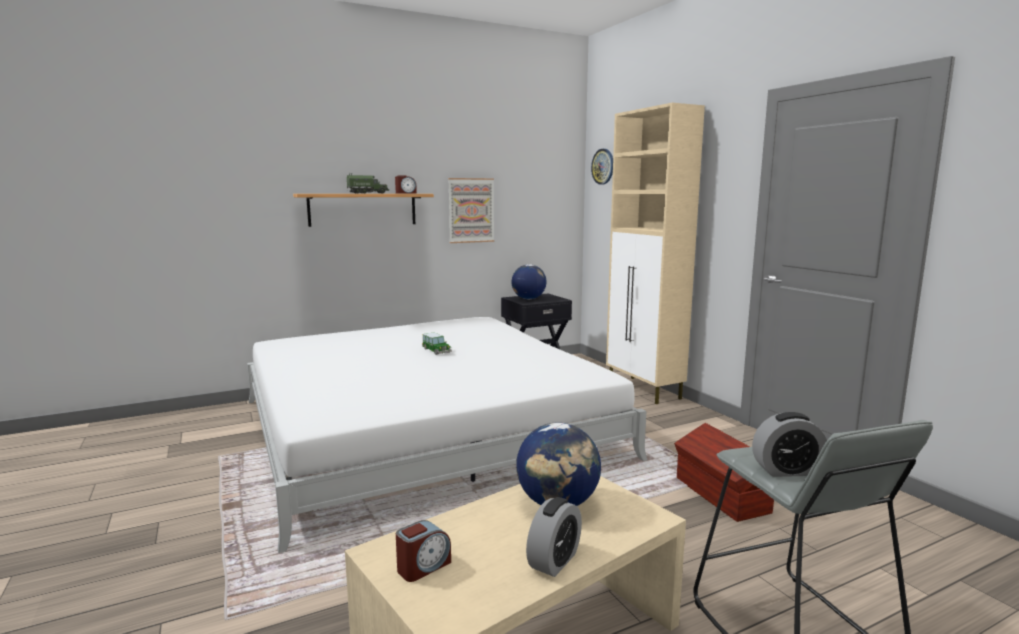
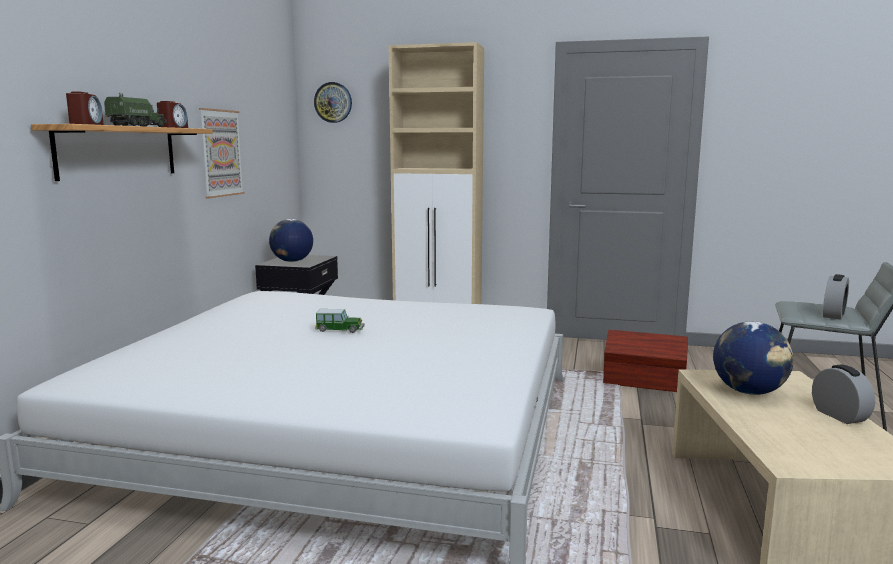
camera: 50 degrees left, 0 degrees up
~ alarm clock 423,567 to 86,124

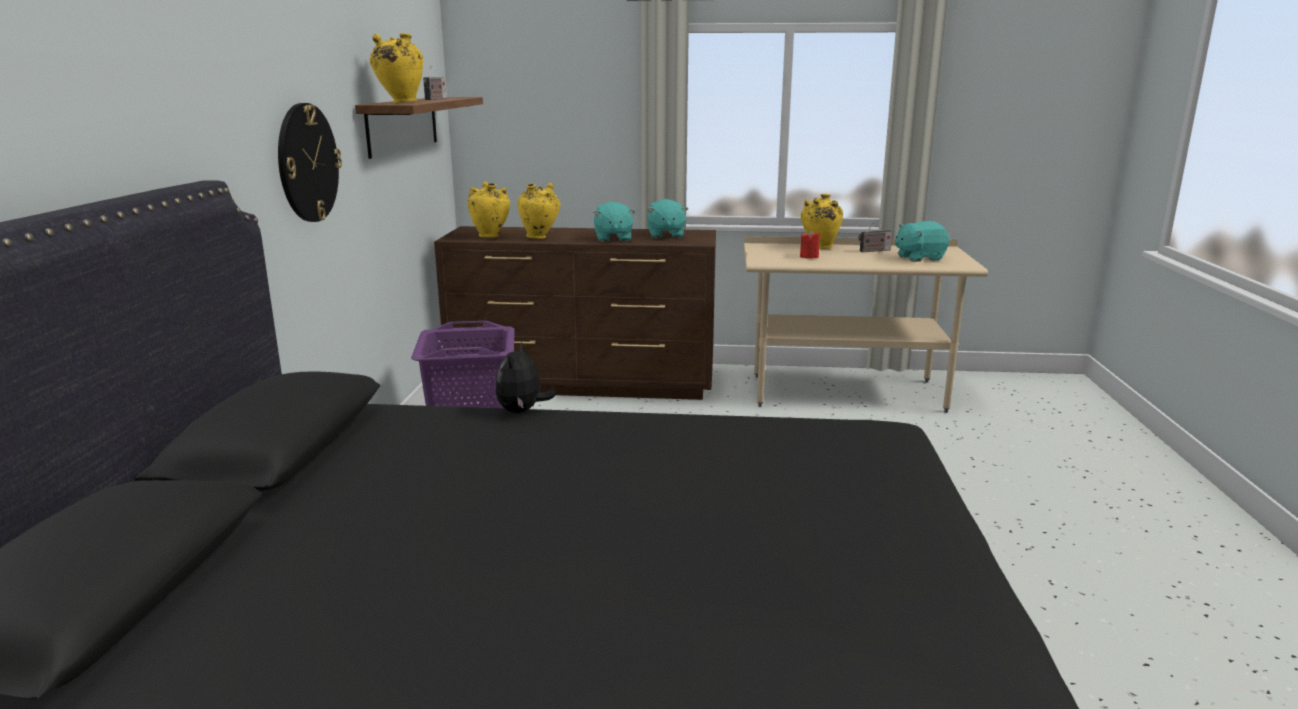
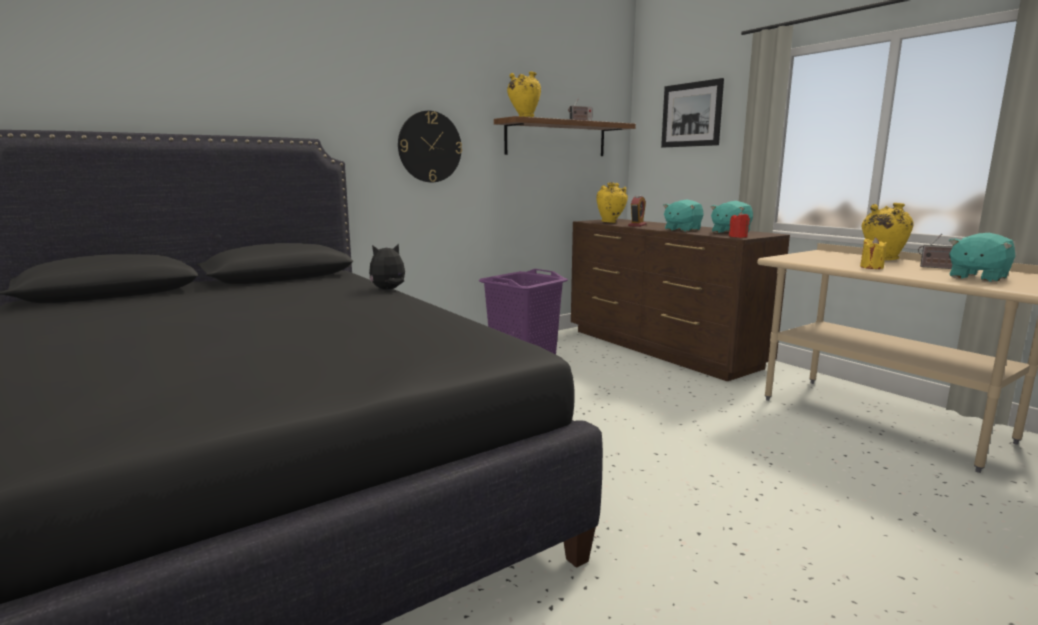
camera: 50 degrees right, 5 degrees down
+ picture 691,114
+ yellow candle 871,267
~ red candle 809,257 to 738,237
~ yellow vase 539,237 to alarm clock 637,225
~ turquoise plush toy 919,258 = 977,277 75 degrees counterclockwise

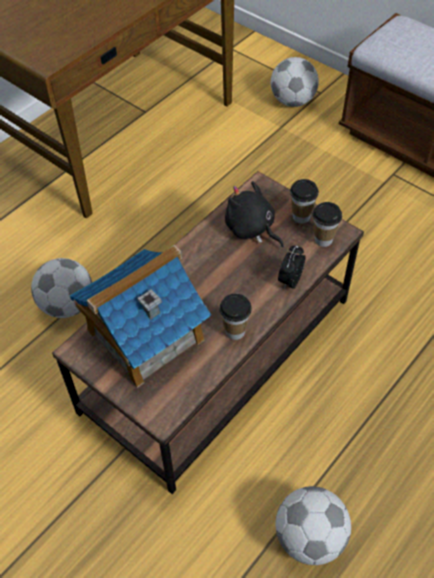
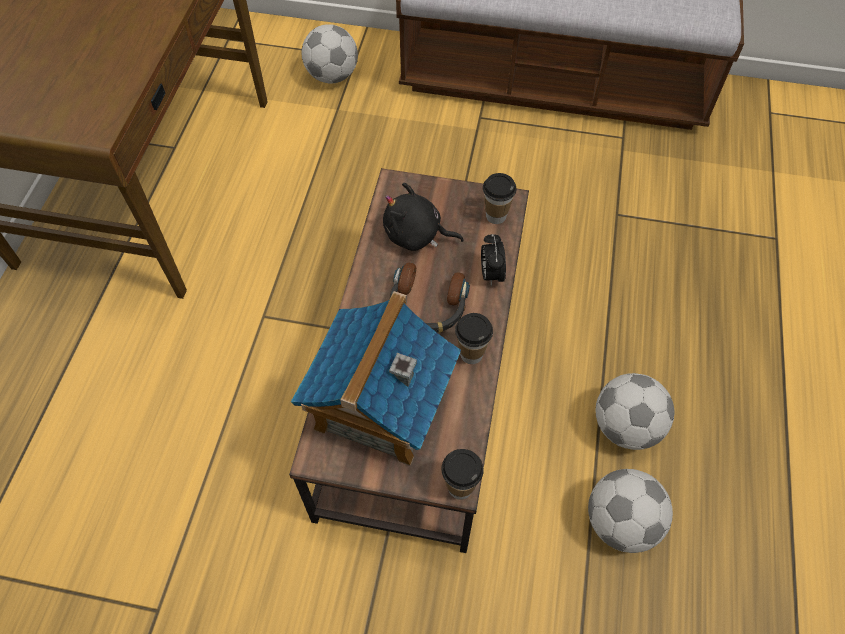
camera: 30 degrees left, 5 degrees up
+ headphones 427,305
~ football 67,305 to 626,427
~ cup 301,217 to 460,487

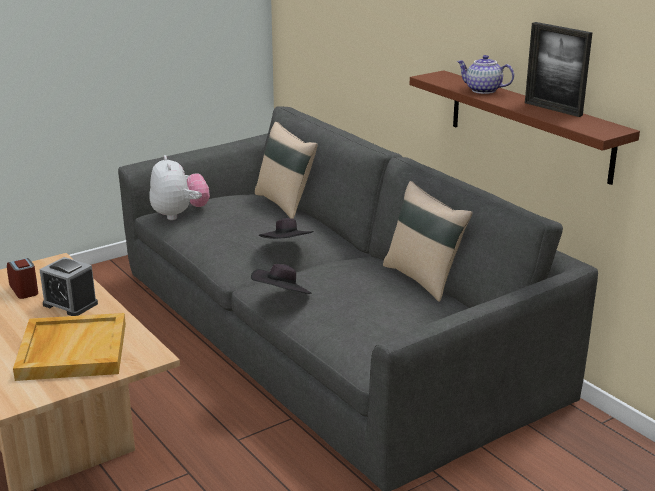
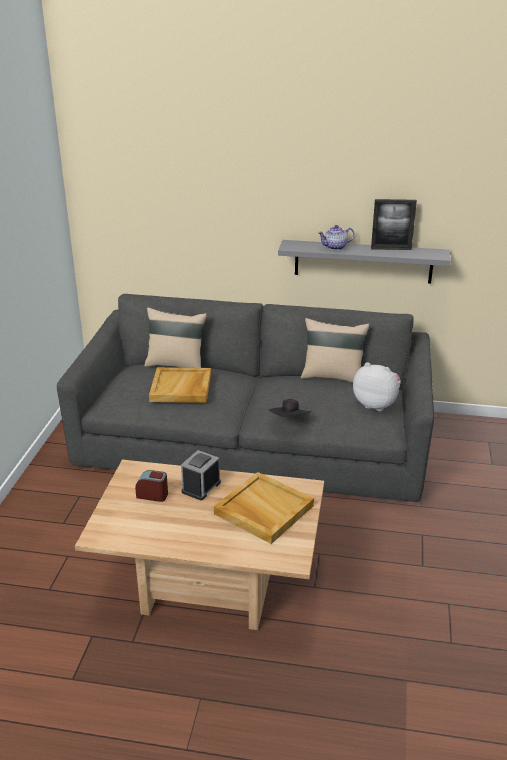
camera: 45 degrees left, 5 degrees up
- black hat 287,248
+ beige tray 181,388
~ plush toy 179,214 to 376,404
~ brown shelf 529,125 to grey shelf 363,261
~ alarm clock 70,304 = 201,487 135 degrees clockwise

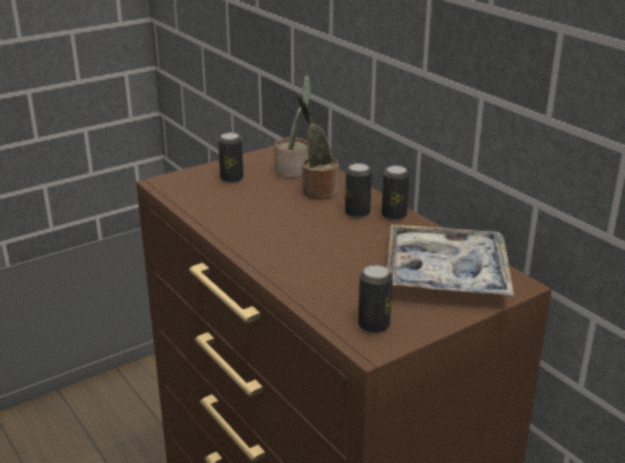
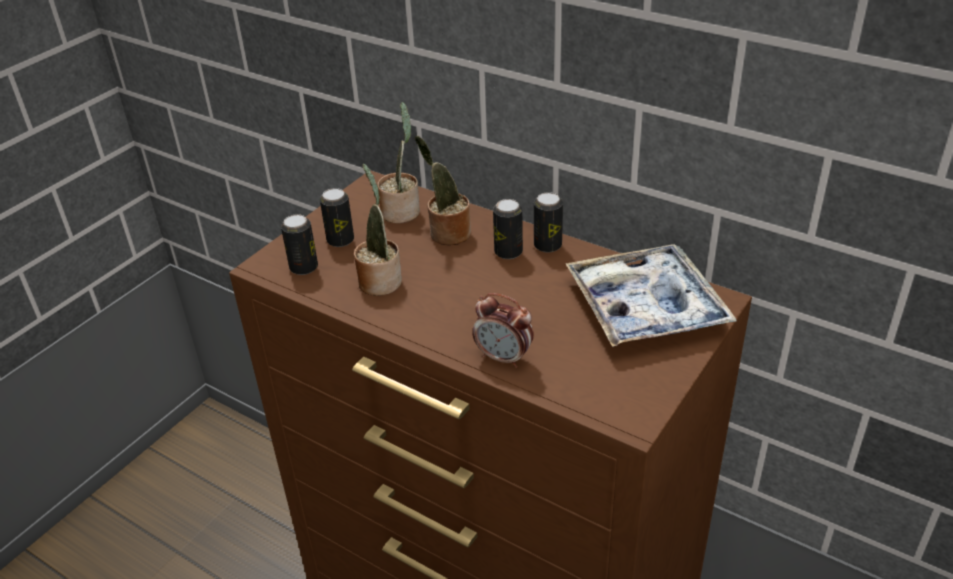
camera: 20 degrees left, 10 degrees up
+ potted plant 380,280
+ alarm clock 504,358
~ can 374,325 to 304,267

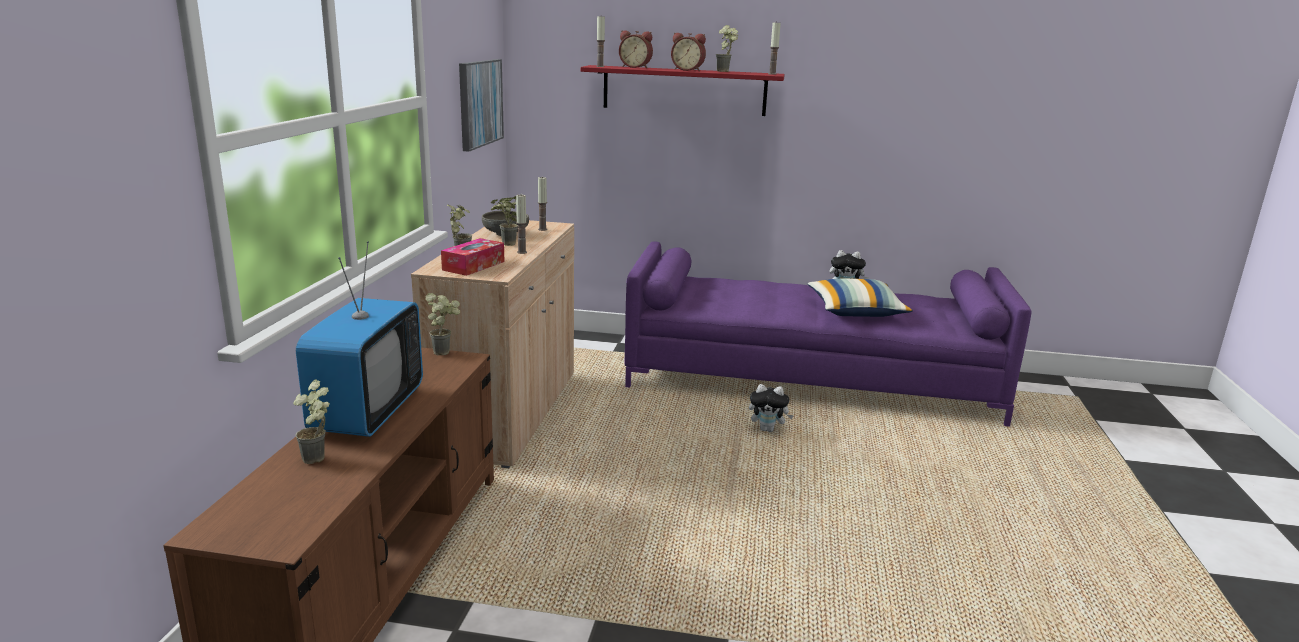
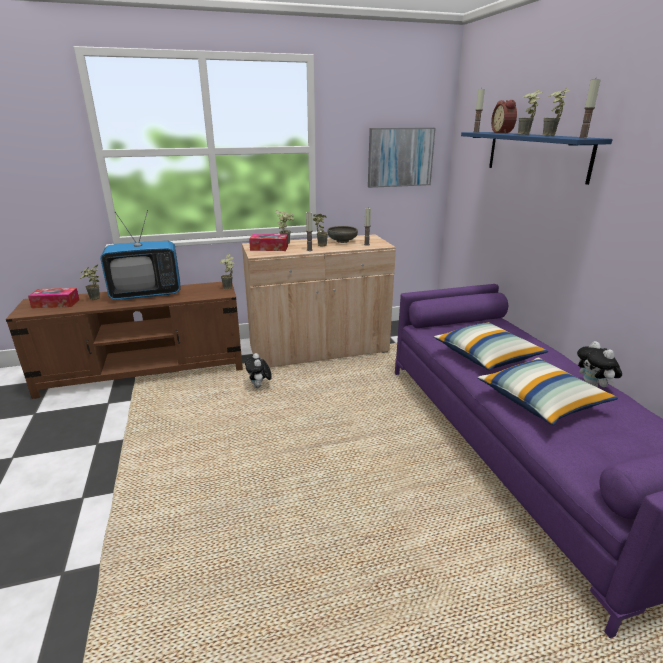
camera: 65 degrees right, 5 degrees up
+ tissue box 56,303
+ pillow 487,357
~ plush toy 768,429 to 259,387
~ alarm clock 688,70 to potted plant 526,134
~ red shelf 684,90 to blue shelf 536,155

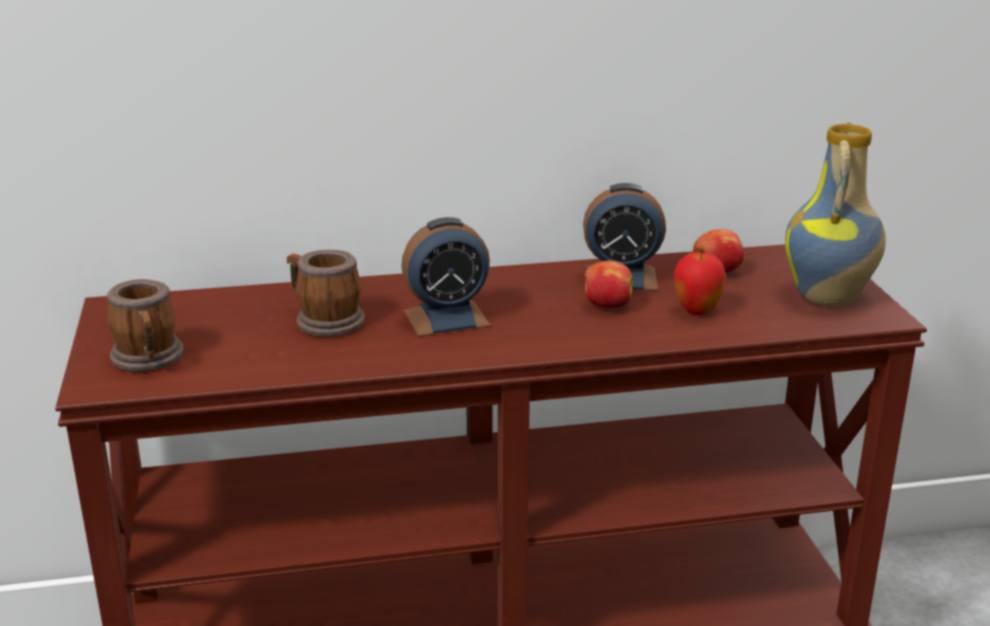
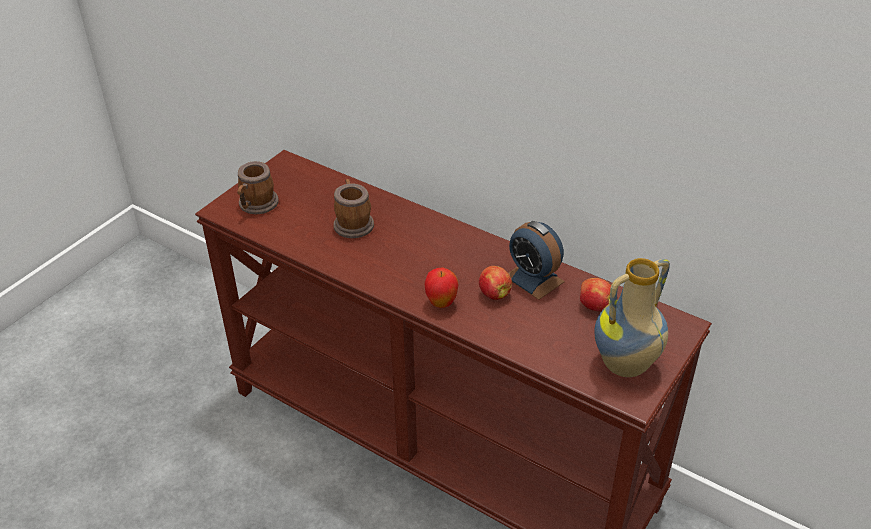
camera: 45 degrees right, 15 degrees up
- alarm clock 446,318
~ apple 696,311 to 441,303

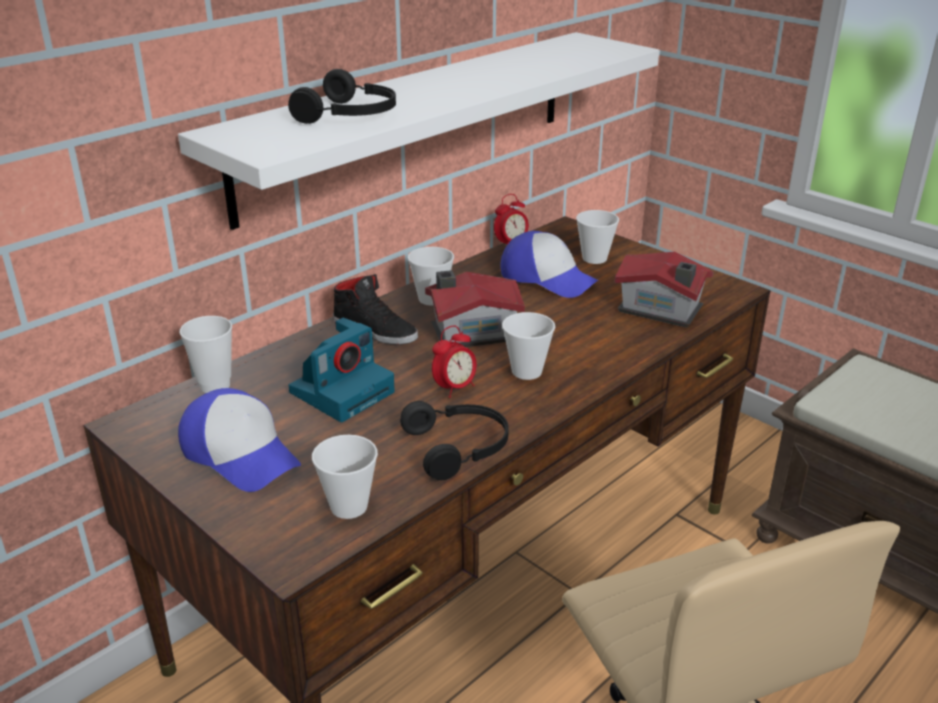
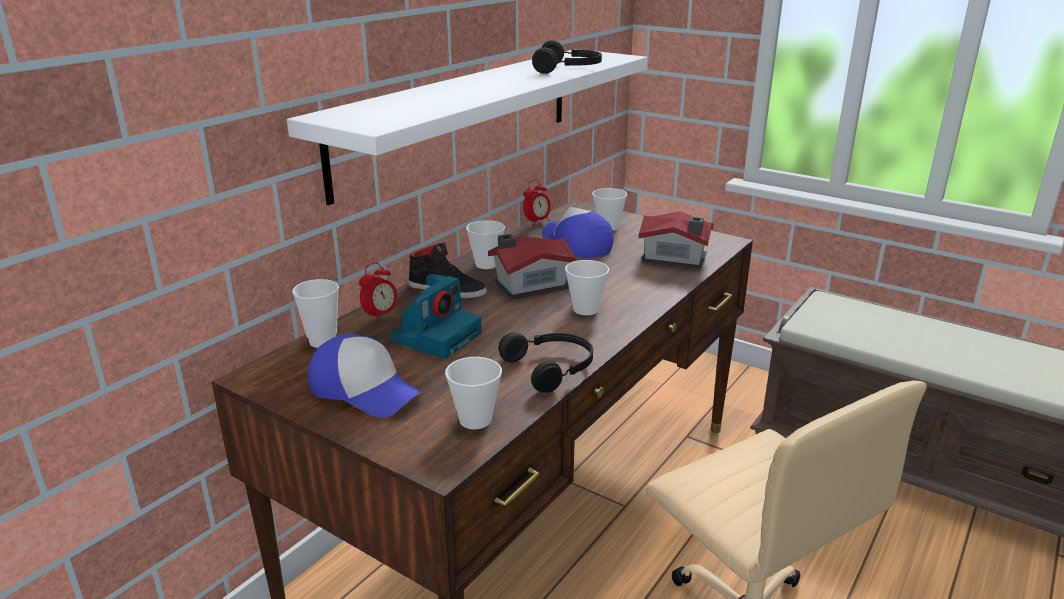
camera: 10 degrees left, 5 degrees down
~ black headphones 350,115 to 568,69
~ alarm clock 455,388 to 380,316
~ cap 547,278 = 576,243 150 degrees counterclockwise

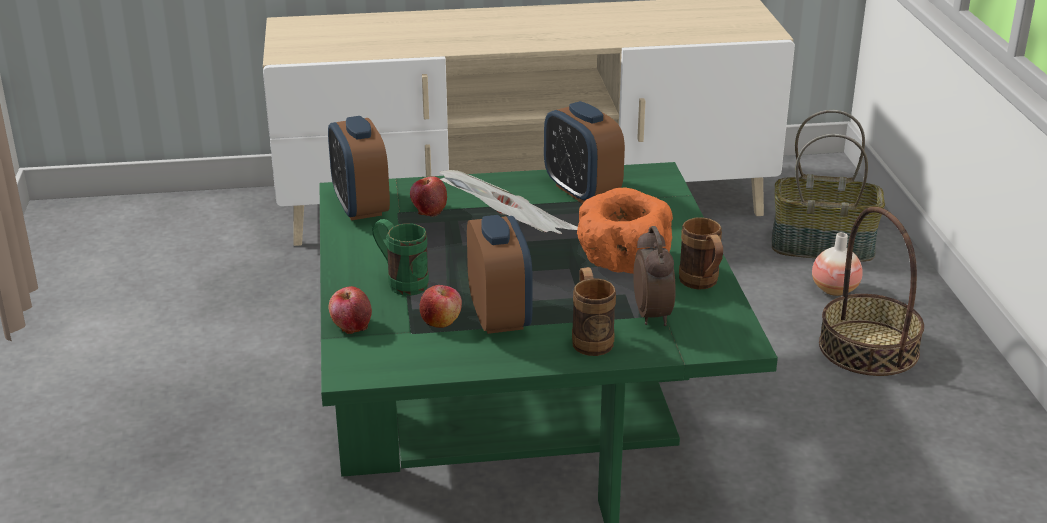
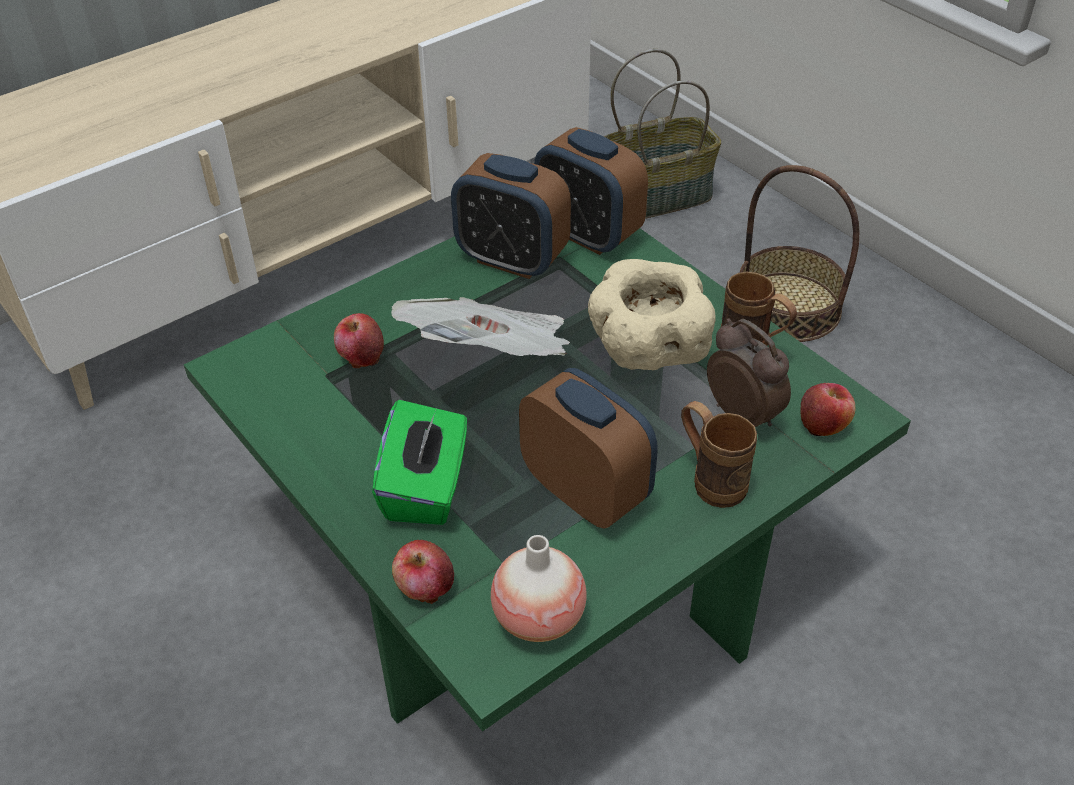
camera: 30 degrees left, 15 degrees up
~ alarm clock 360,207 to 588,234
~ apple 441,321 to 823,424
~ vase 834,290 to 538,617
~ green mug 401,282 to green tissue box 426,488
~ orange bowl 622,264 to beige bowl 648,352

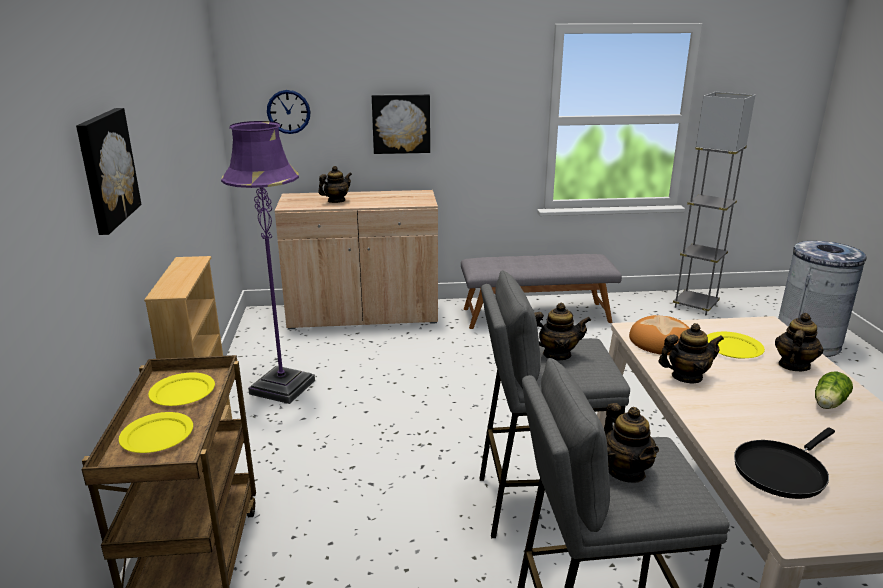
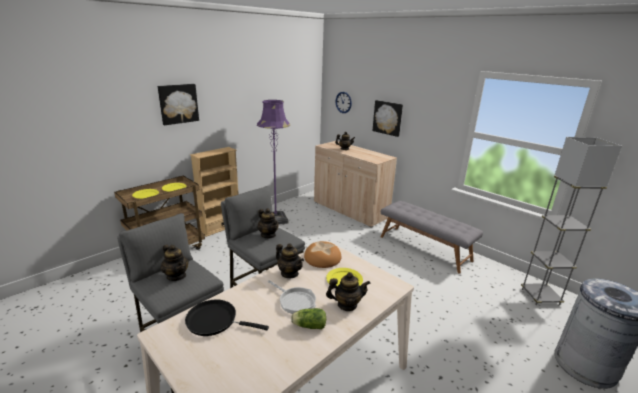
camera: 50 degrees right, 0 degrees up
+ frying pan 295,301
~ teapot 626,471 = 176,276 75 degrees counterclockwise

